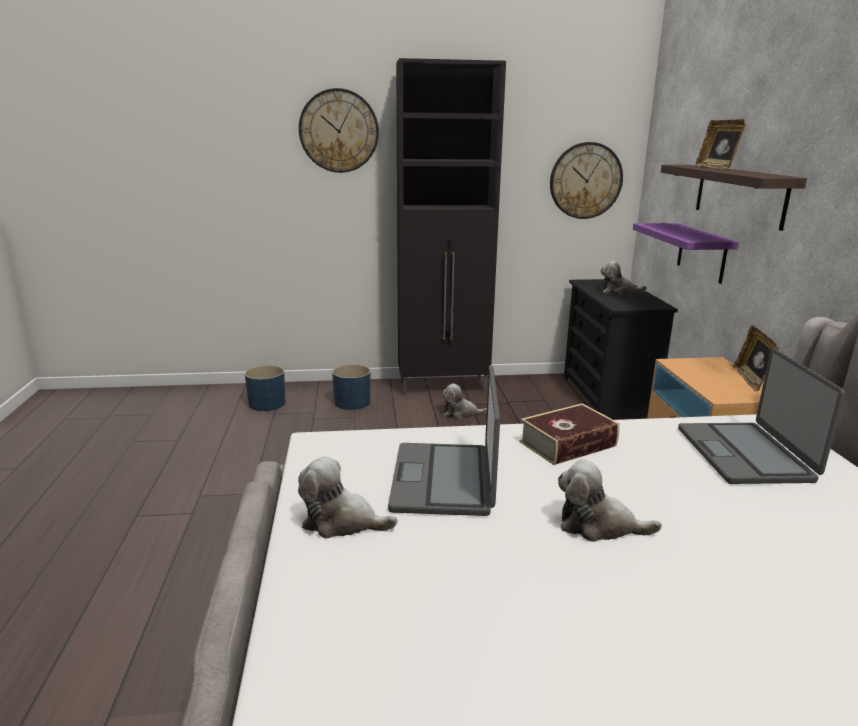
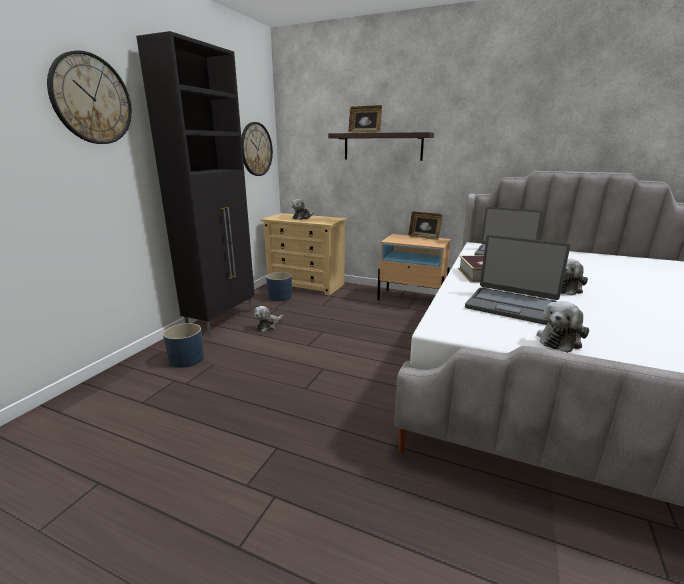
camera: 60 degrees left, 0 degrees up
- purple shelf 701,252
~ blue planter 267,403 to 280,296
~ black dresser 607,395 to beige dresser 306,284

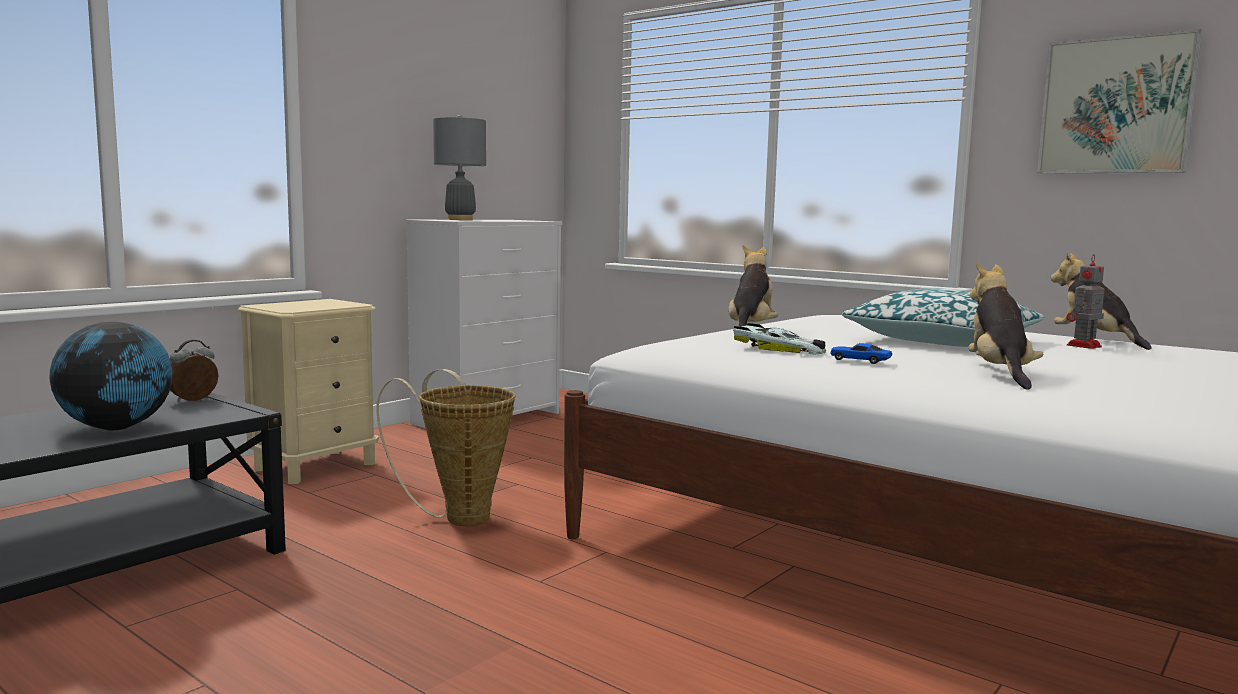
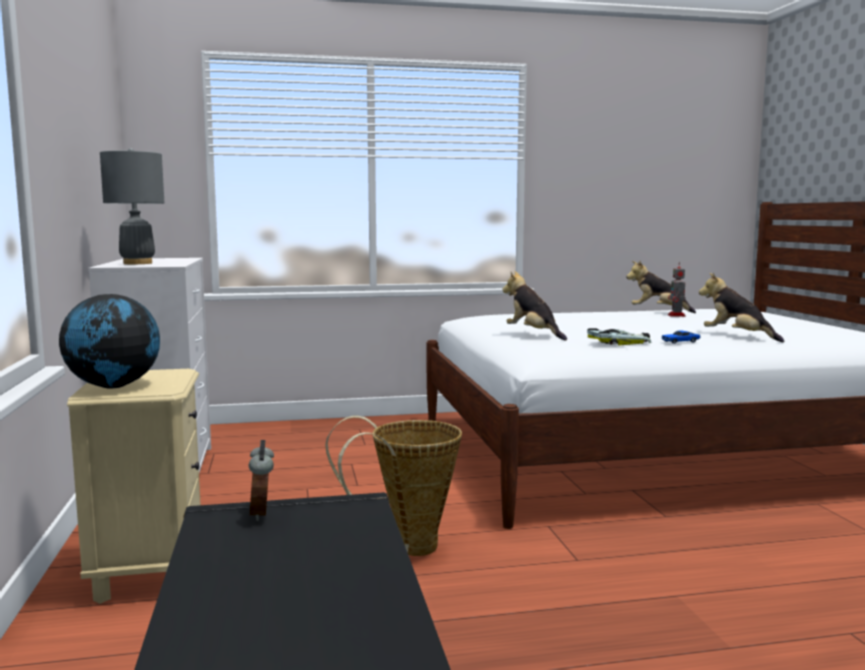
camera: 50 degrees left, 0 degrees up
- pillow 943,340
- picture 1115,106
~ globe 117,427 to 114,386

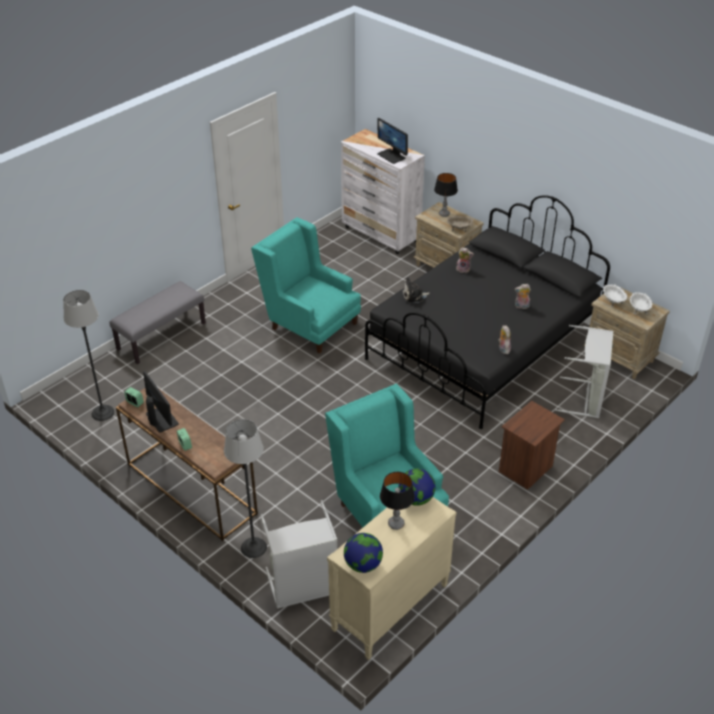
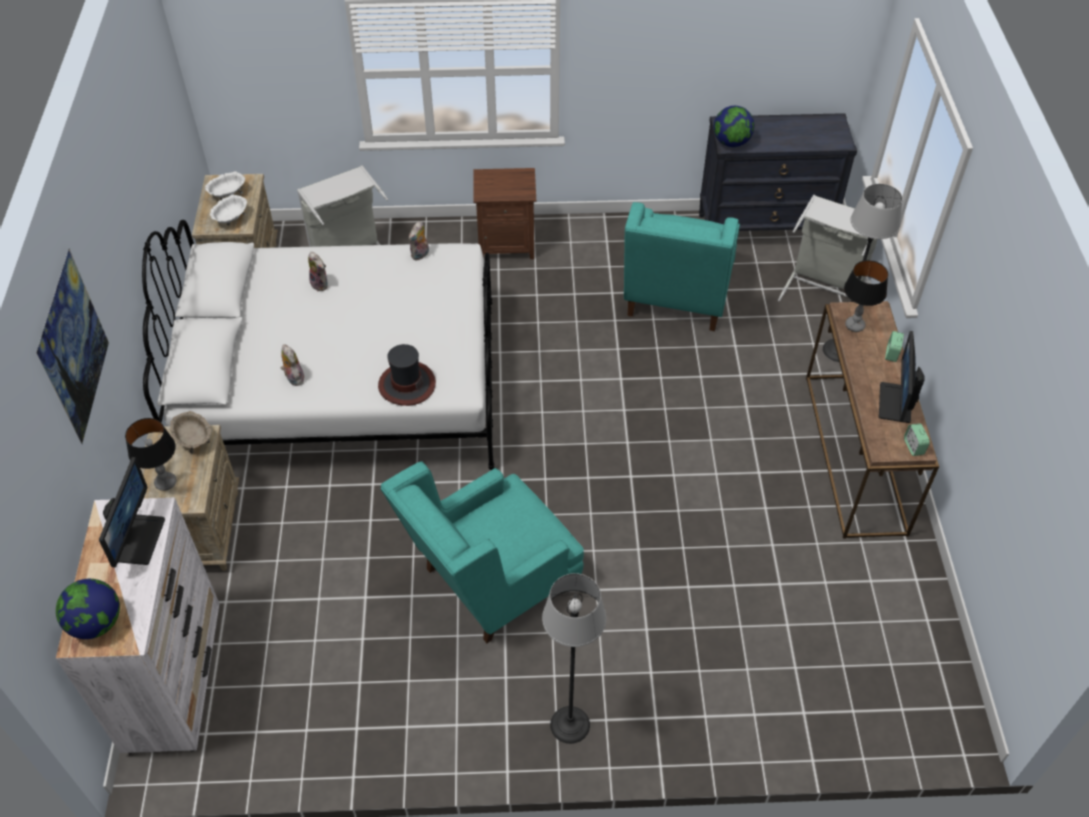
camera: 135 degrees left, 10 degrees up
- grey bench 161,336
+ picture 85,370
~ floor lamp 103,412 to 569,725
~ globe 363,564 to 96,623
~ table lamp 396,524 to 855,325
~ plush toy 414,296 to hat 406,384
~ beige dresser 390,608 to black dresser 764,230
~ black bed 483,345 to white bed 344,385
~ turquoise armchair 308,323 = 489,583 60 degrees clockwise

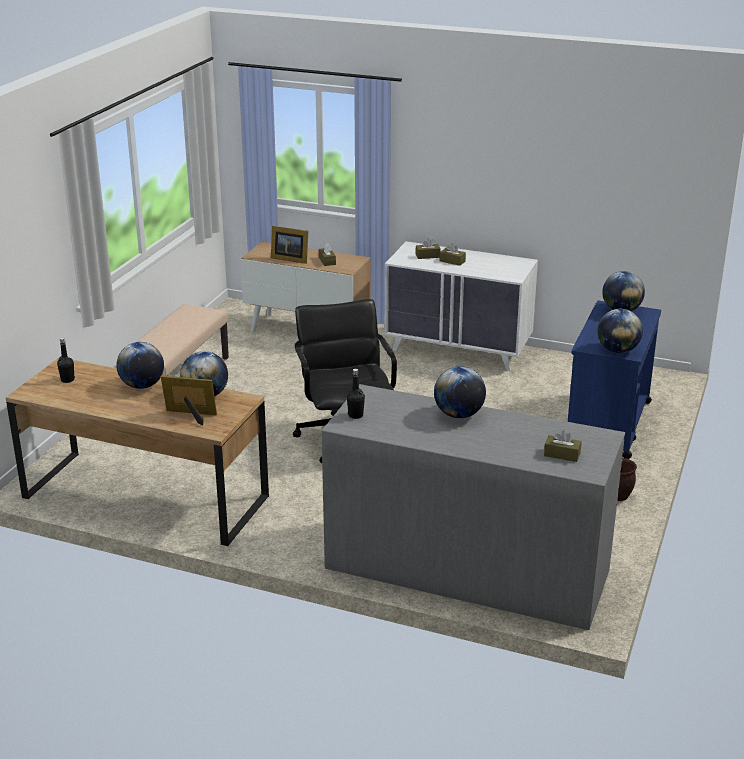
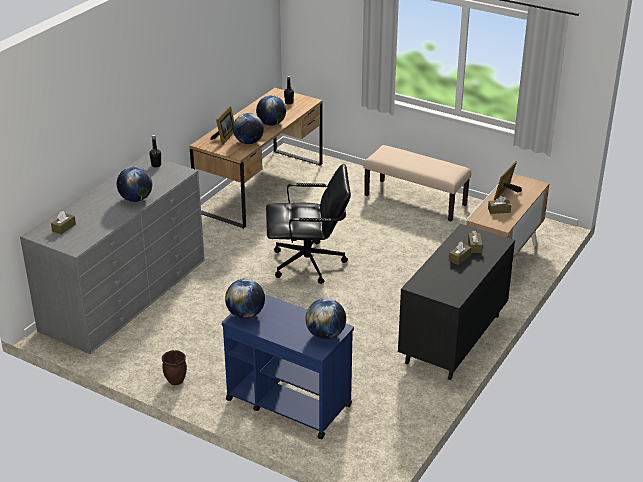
camera: 100 degrees right, 5 degrees up
~ white dresser 458,349 to black dresser 453,339

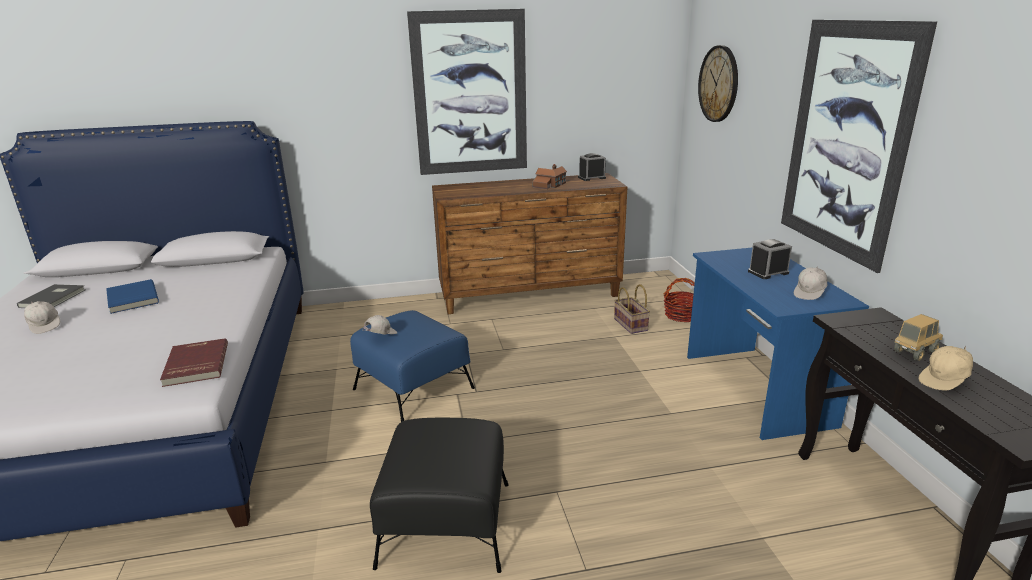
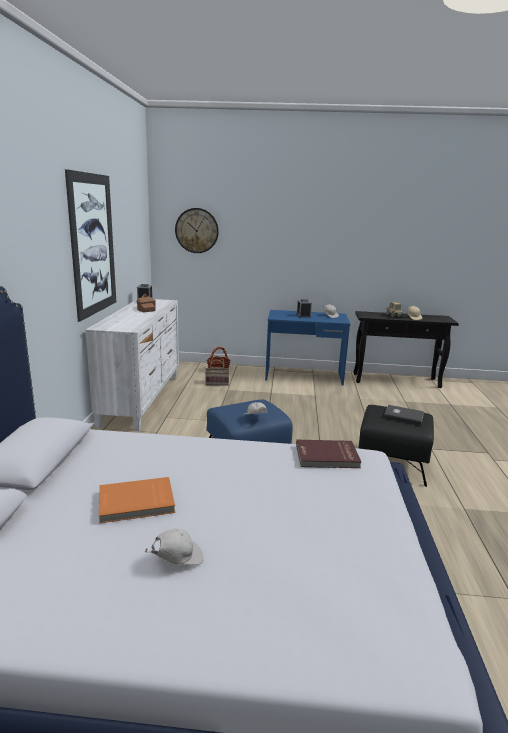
camera: 75 degrees left, 5 degrees down
- picture 846,140
~ grey book 54,298 to 403,415
~ blue book 131,299 to orange book 136,503
~ brown dresser 530,295 to white dresser 142,399

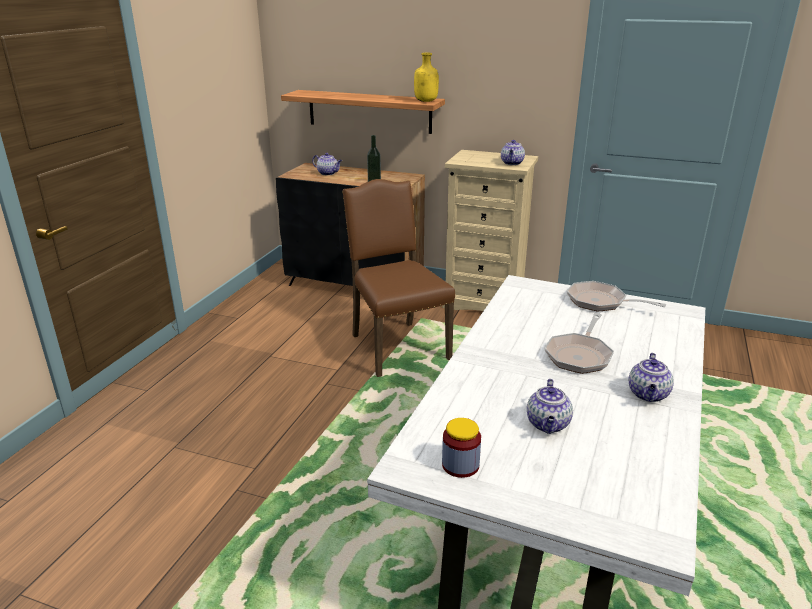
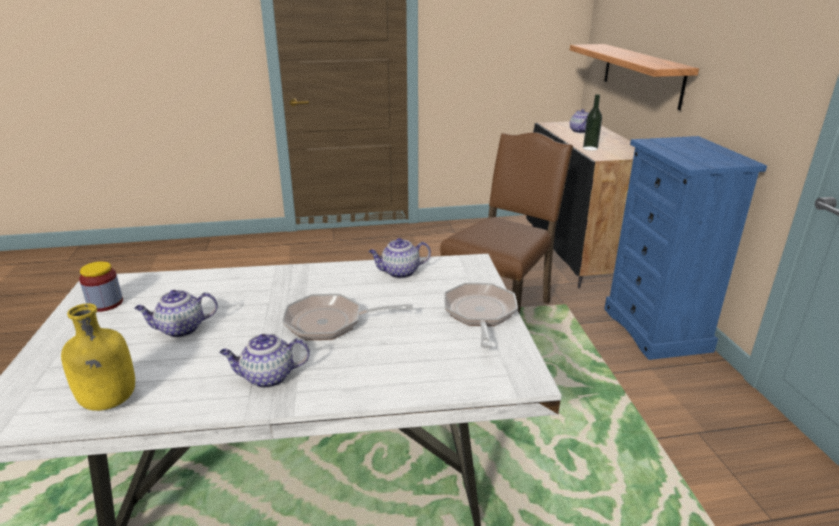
camera: 60 degrees right, 0 degrees up
~ yellow bottle 426,101 to 109,401
~ teapot 512,163 to 399,273
~ beige dresser 484,302 to blue dresser 656,329

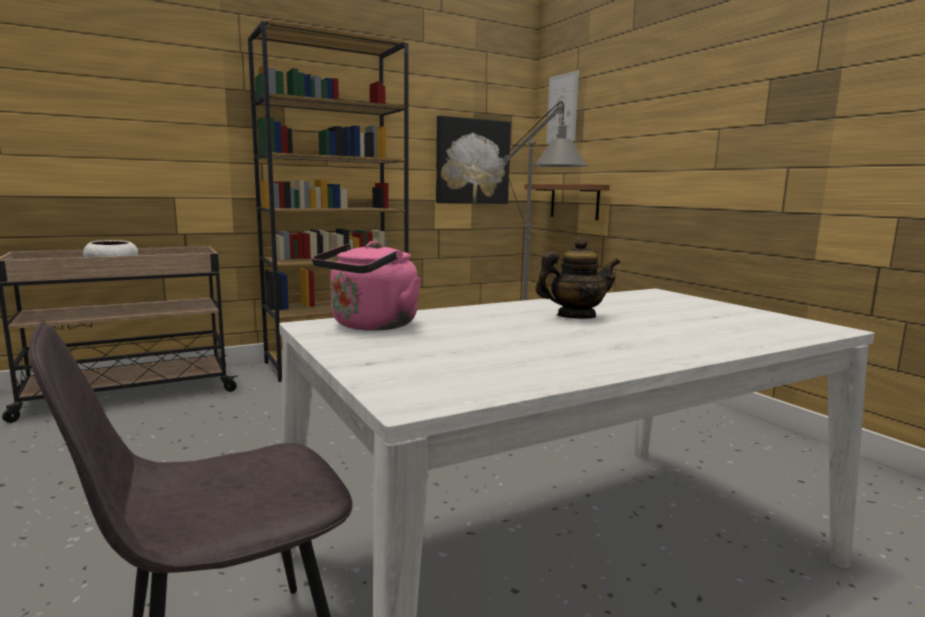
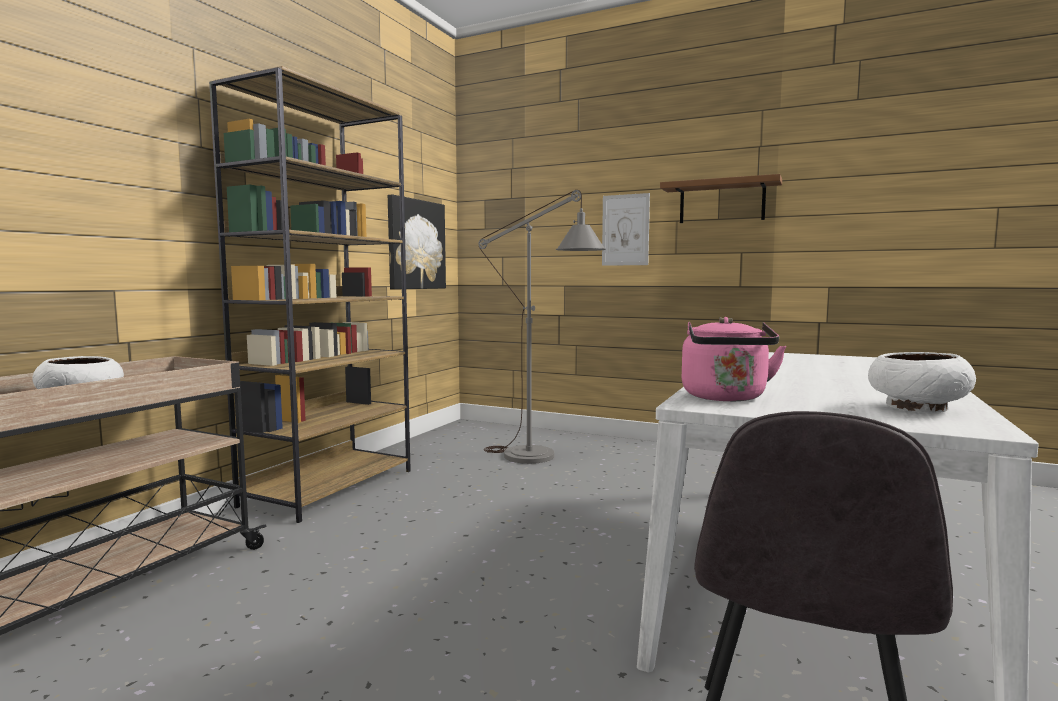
camera: 35 degrees left, 5 degrees down
- teapot 575,316
+ white bowl 916,408
~ brown shelf 574,201 to 721,202
~ picture 562,108 to 625,230

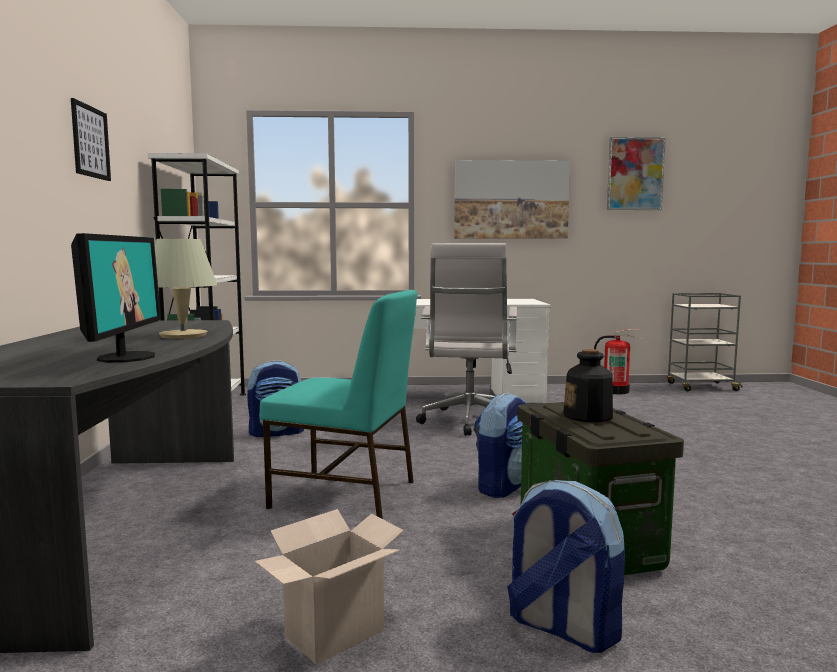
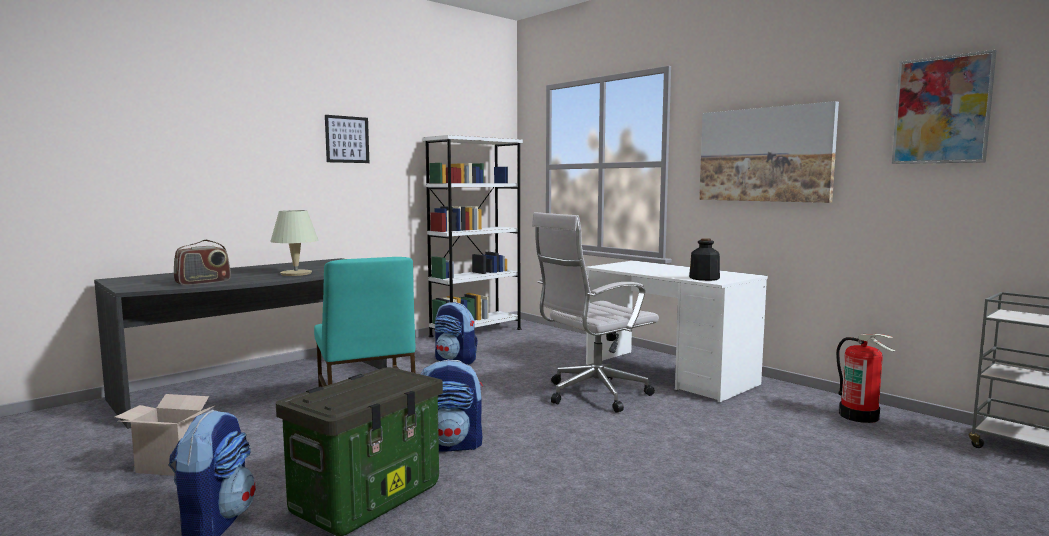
camera: 50 degrees right, 0 degrees up
~ bottle 588,416 to 704,278
~ monitor 125,357 to radio 203,282

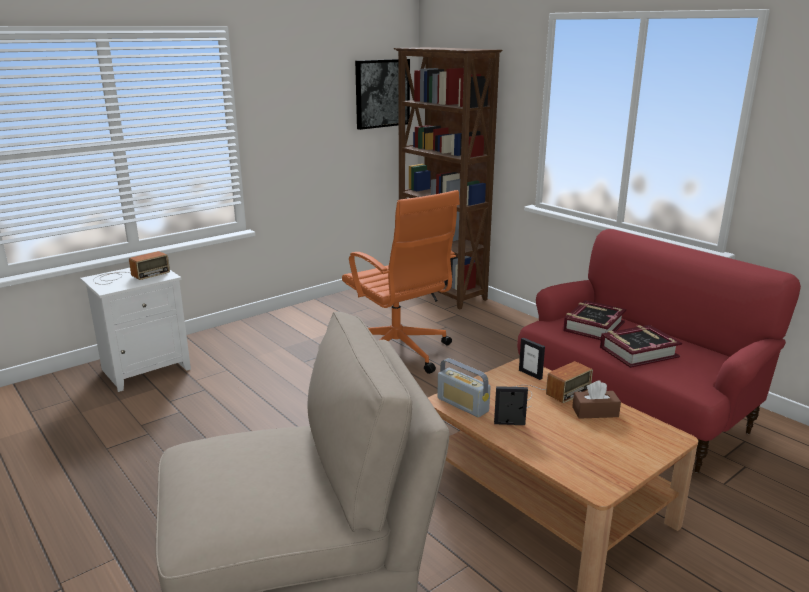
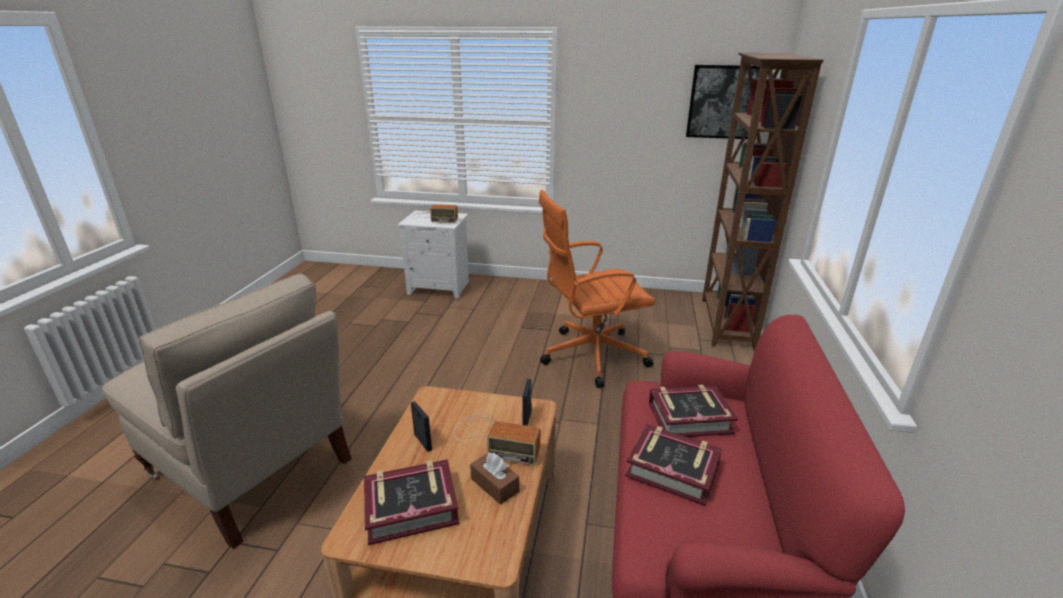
camera: 50 degrees right, 5 degrees up
- radio 462,405
+ book 411,507
~ orange office chair 398,353 = 590,356 60 degrees clockwise

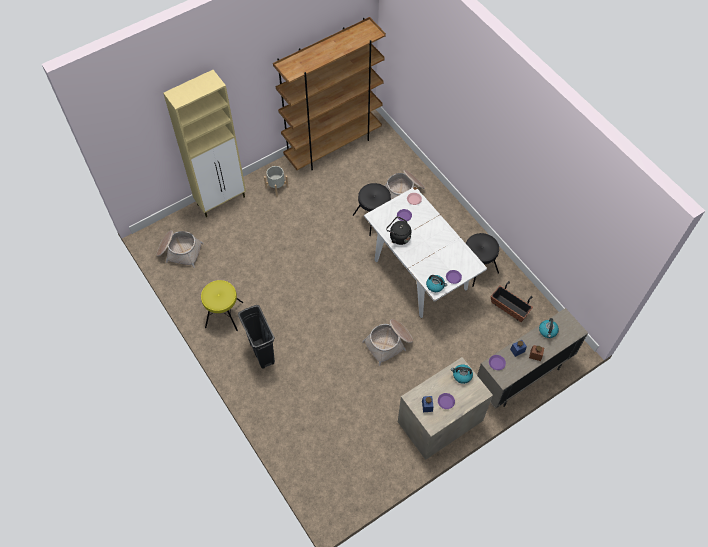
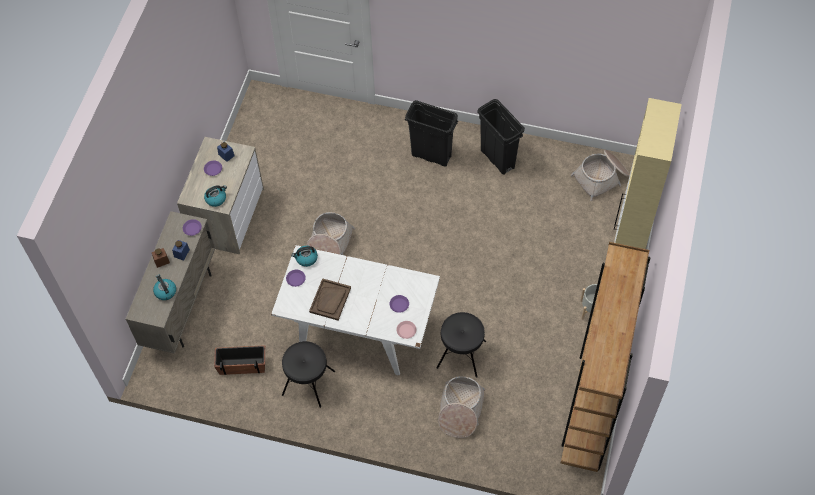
camera: 140 degrees right, 0 degrees up
- black kettle 398,237
+ brown tray 330,300
~ yellow stool 224,314 to black trash can 498,159

